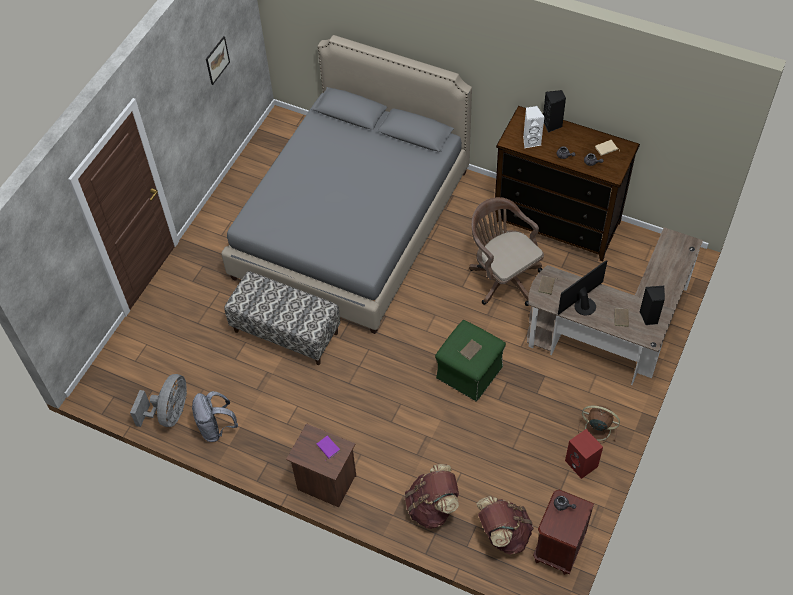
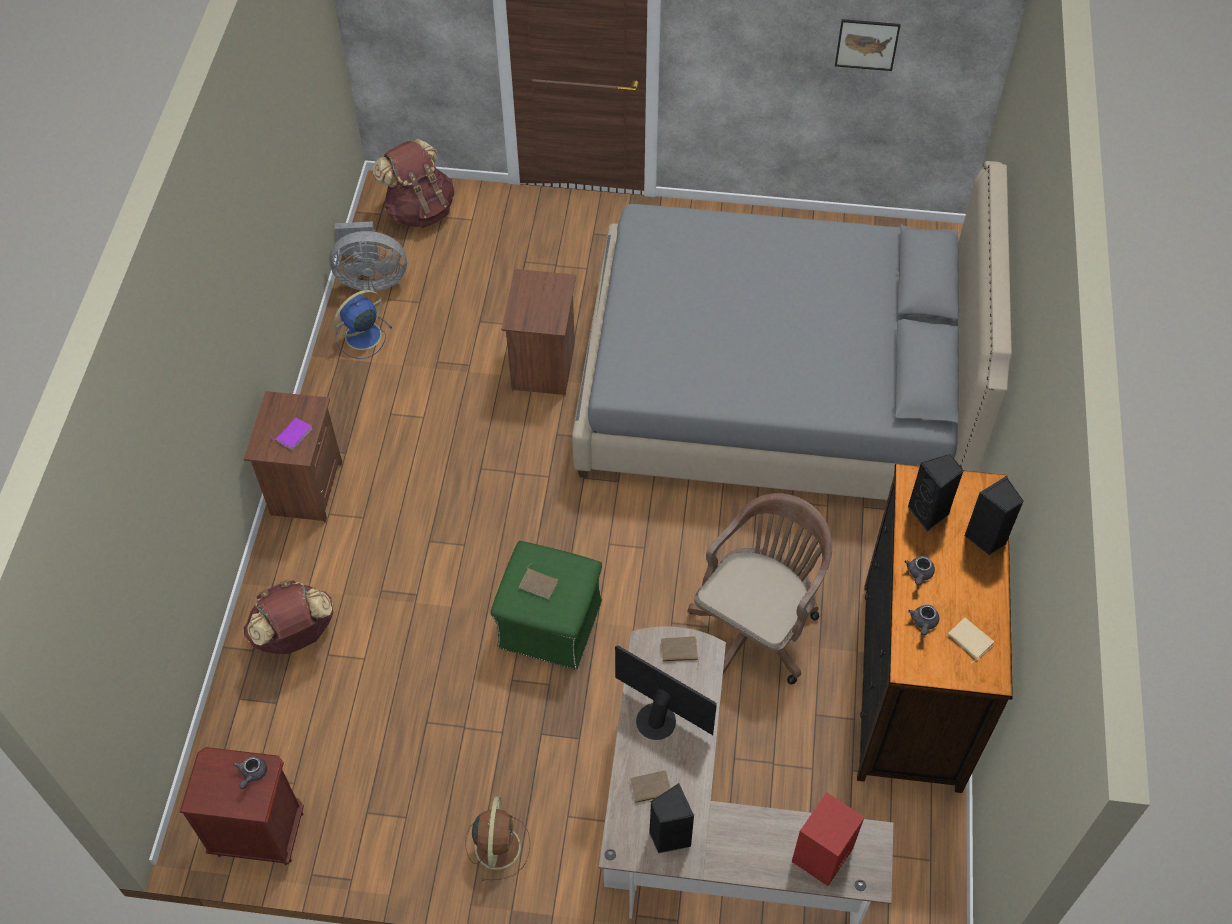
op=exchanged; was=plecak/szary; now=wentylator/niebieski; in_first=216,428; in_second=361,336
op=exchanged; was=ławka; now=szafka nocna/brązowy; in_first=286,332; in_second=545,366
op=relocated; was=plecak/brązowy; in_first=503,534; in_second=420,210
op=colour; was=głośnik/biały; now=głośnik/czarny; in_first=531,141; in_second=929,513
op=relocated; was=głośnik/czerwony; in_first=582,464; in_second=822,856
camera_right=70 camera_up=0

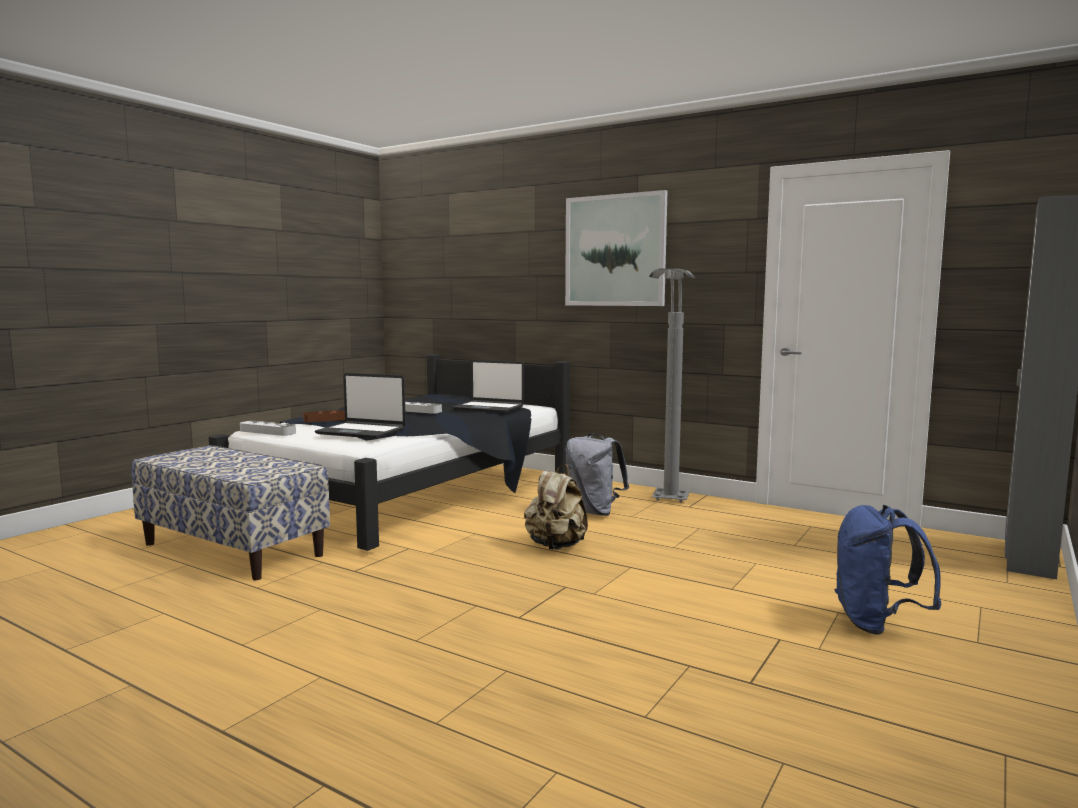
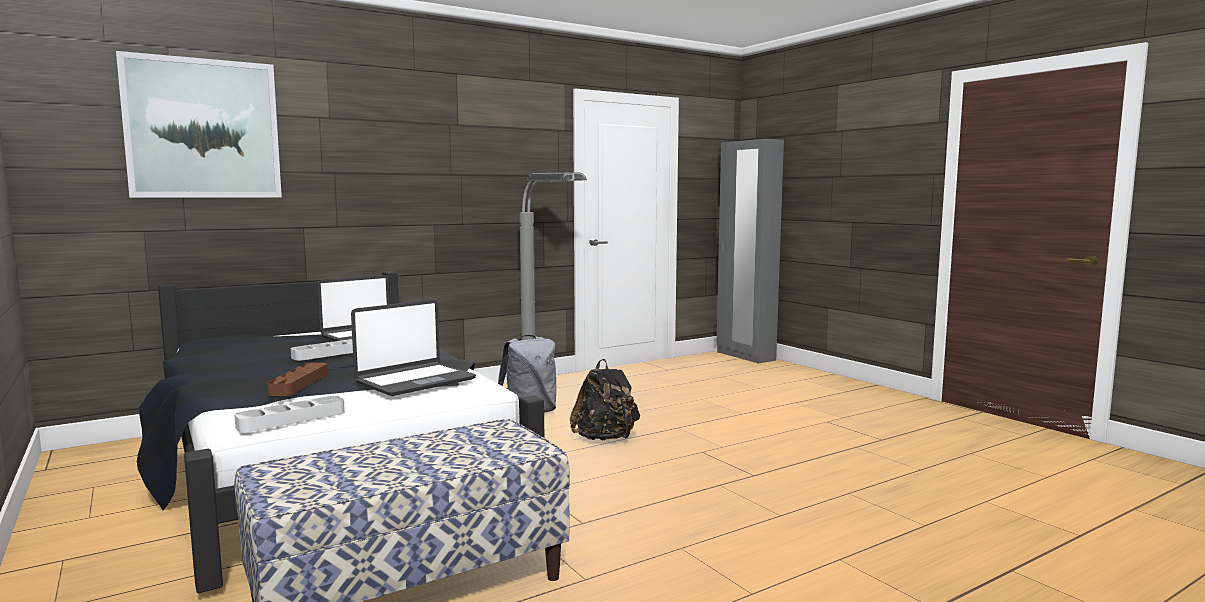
op=colour; was=plecak/beżowy; now=plecak/czarny; in_first=556,546; in_second=605,439
op=relocated; was=obraz; in_first=615,250; in_second=203,129
op=missing; was=plecak/niebieski; in_first=876,624
camera_right=-65 camera_up=0

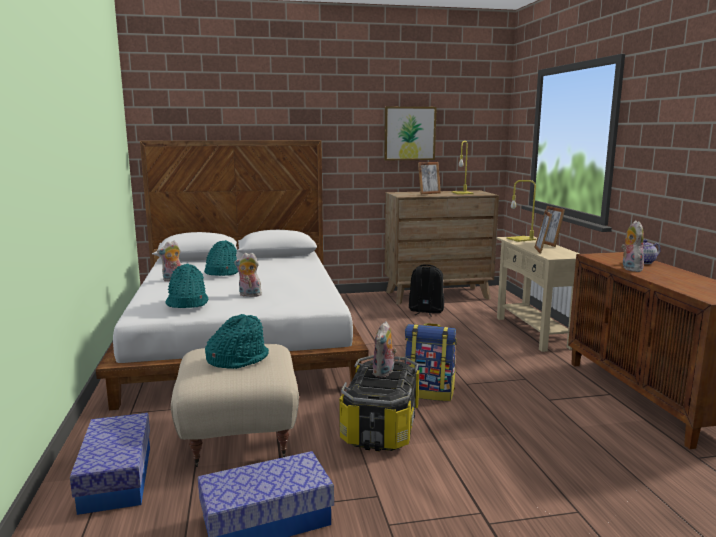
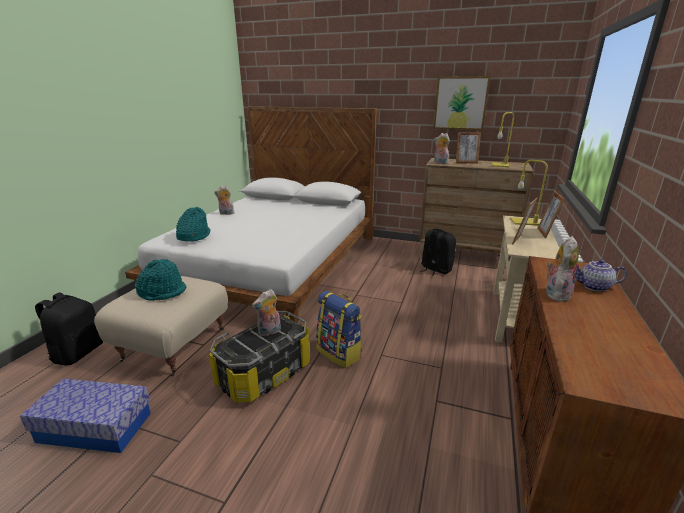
op=exchanged; was=pojemnik do przechowywania; now=plecak/czarny; in_first=116,478; in_second=78,352
op=missing; was=kapelusz/turkusowy; in_first=221,272
op=relocated; was=pluszak; in_first=249,295; in_second=440,163
camera_right=30 camera_up=10

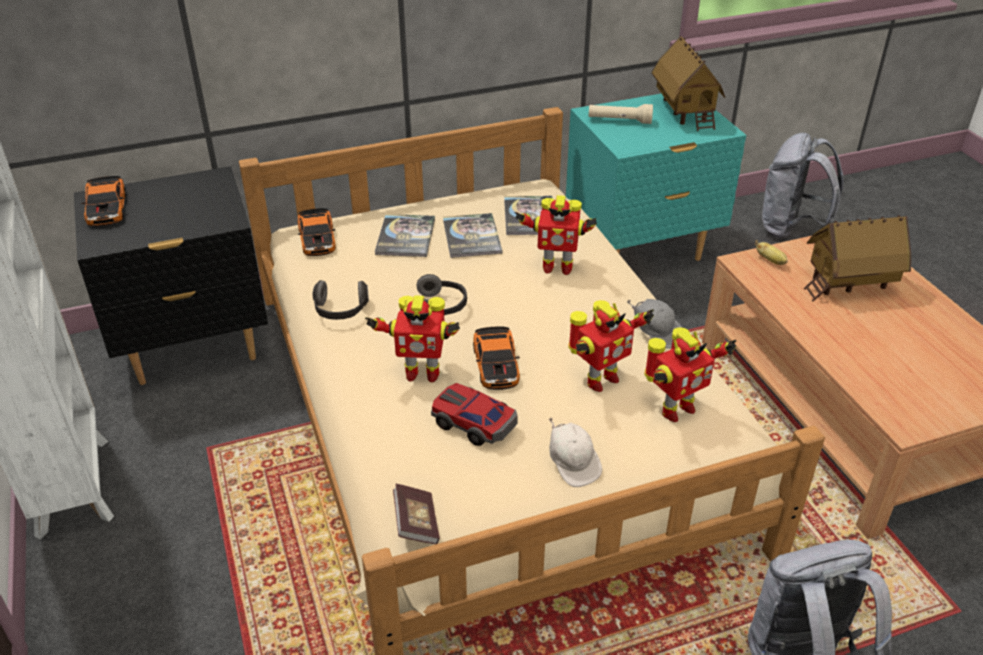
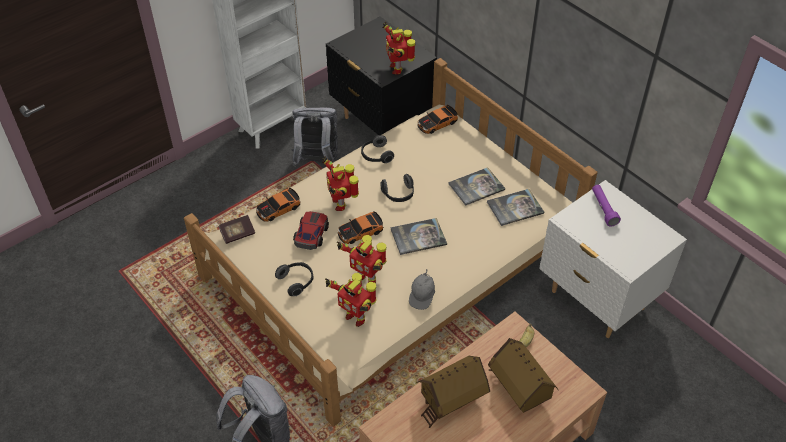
op=relocated; was=samochodzik; in_first=107,208; in_second=278,208
op=relocated; was=książka; in_first=405,236; in_second=418,237
op=relocated; was=robot zabawkowy; in_first=556,267; in_second=397,68
op=exchanged; was=czapka z daszkiem/biały; now=słuchawki; in_first=573,464; in_second=297,281
op=colour; was=szafka nocna/turkusowy; now=szafka nocna/biały; in_first=641,251; in_second=597,300
op=colour; was=latarka/beżowy; now=latarka/fioletowy; in_first=619,121; in_second=603,209
op=relocated; was=domek; in_first=684,112; in_second=451,400
op=relocated; was=plecak/szary; in_first=790,228; in_second=317,162
camera_right=70 camera_up=10

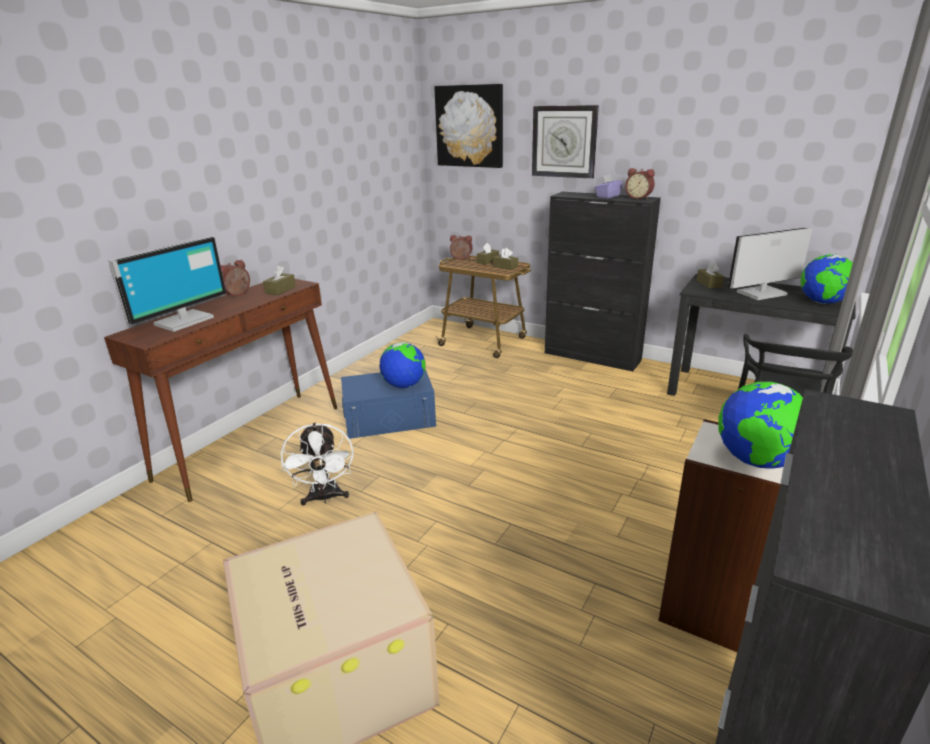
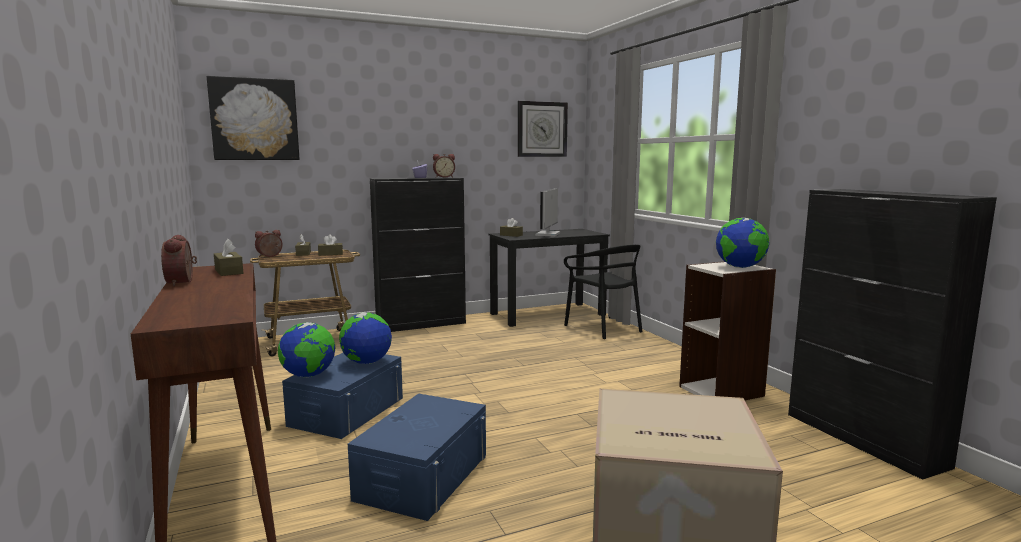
op=missing; was=monitor; in_first=183,321
op=exchanged; was=wentylator/biały; now=pojemnik do przechowywania/niebieski; in_first=325,498; in_second=423,476
op=relocated; was=zegar ścienny; in_first=564,141; in_second=542,129
op=relocated; was=globus; in_first=822,302; in_second=308,375
camera_right=-55 camera_up=-15

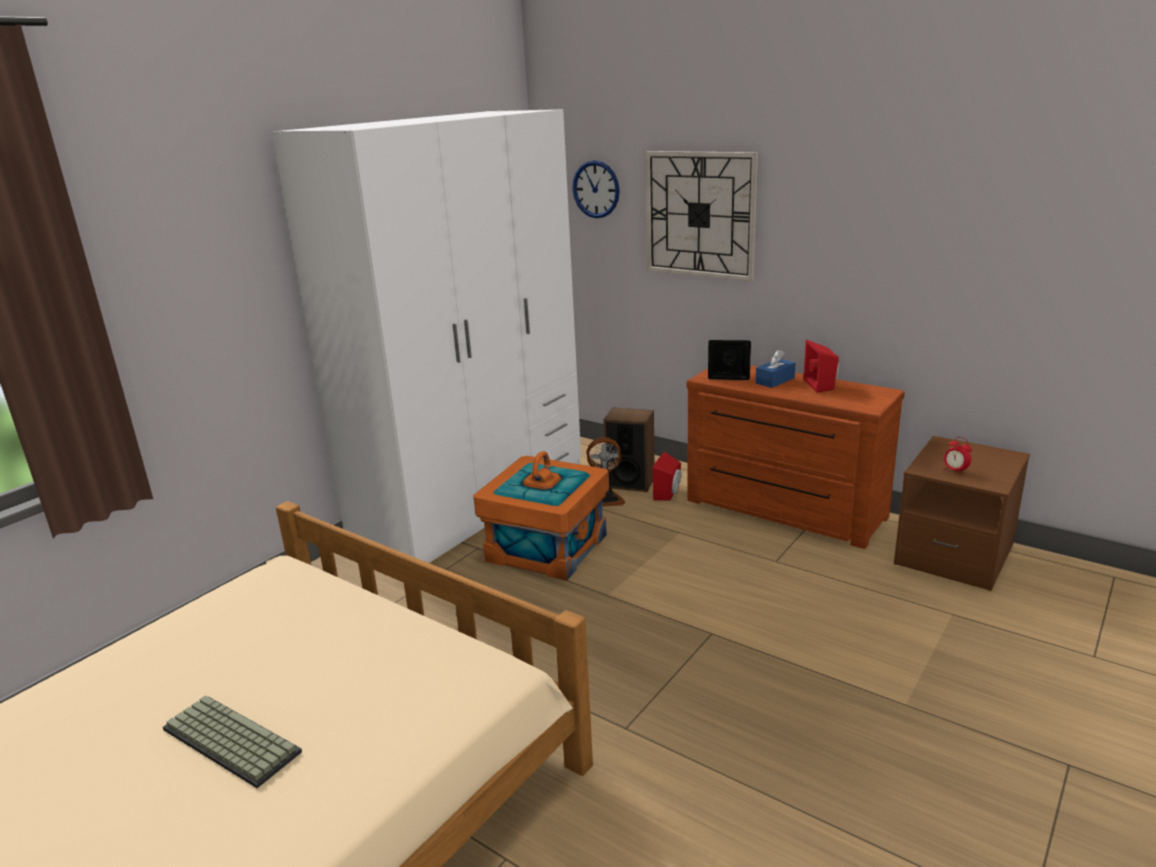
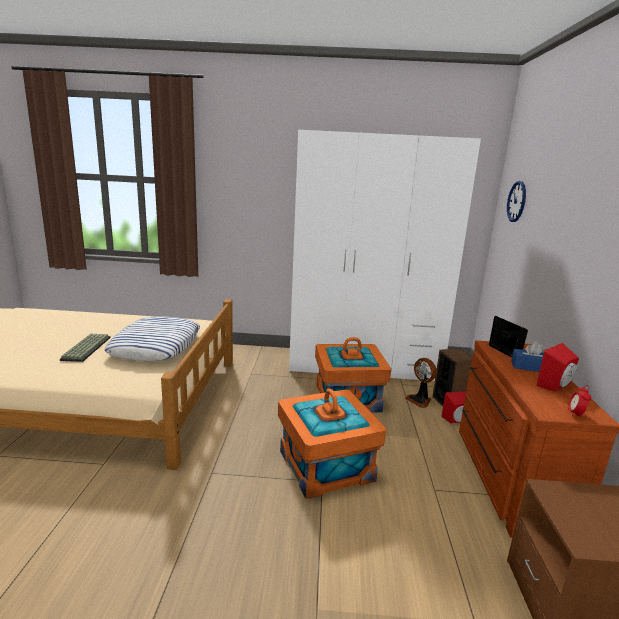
op=missing; was=zegar ścienny; in_first=700,214
op=relocated; was=budzik; in_first=955,471; in_second=575,414
op=appeared; now=poduszka; in_second=156,345
op=appeared; now=pojemnik do przechowywania/pomarańczowy; in_second=326,465
camera_right=55 camera_up=-5

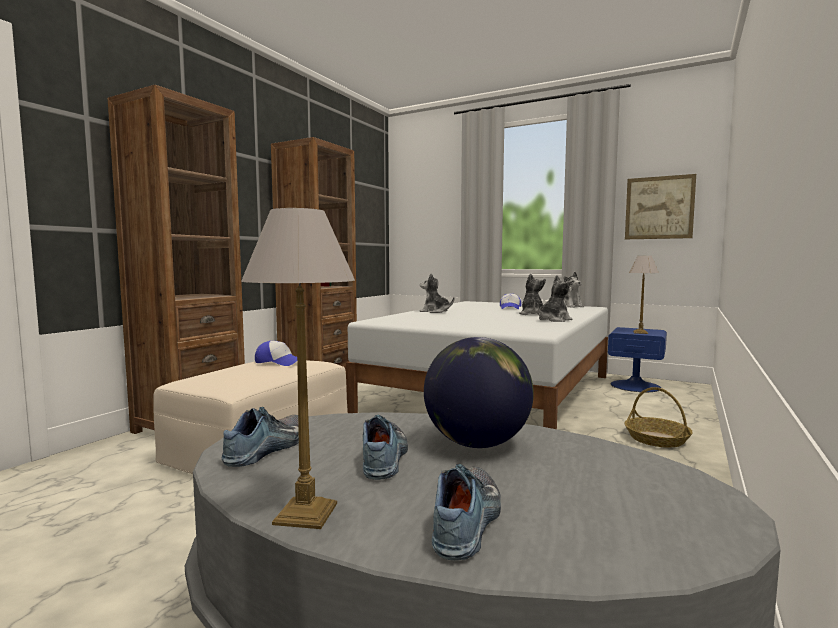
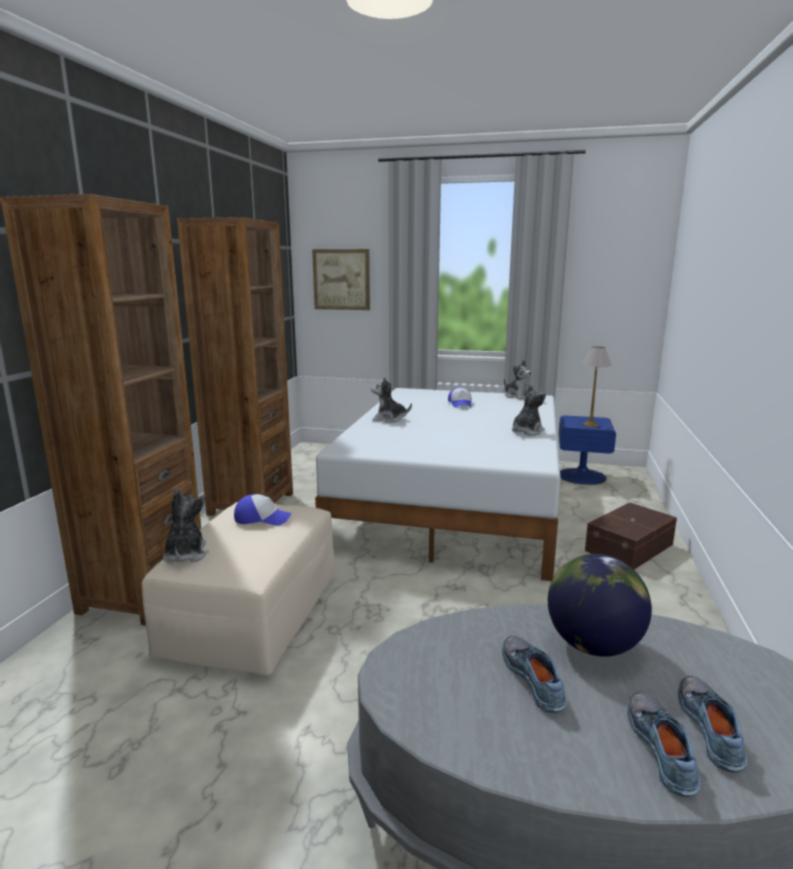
op=relocated; was=but; in_first=269,448; in_second=712,729
op=missing; was=lampa stołowa; in_first=304,514
op=relocated; was=pluszak; in_first=532,314; in_second=186,555
op=exchanged; was=koszyk; now=pojemnik do przechowywania/brązowy; in_first=657,439; in_second=631,548
op=relocated; was=obraz; in_first=659,208; in_second=341,279
camera_right=-15 camera_up=10

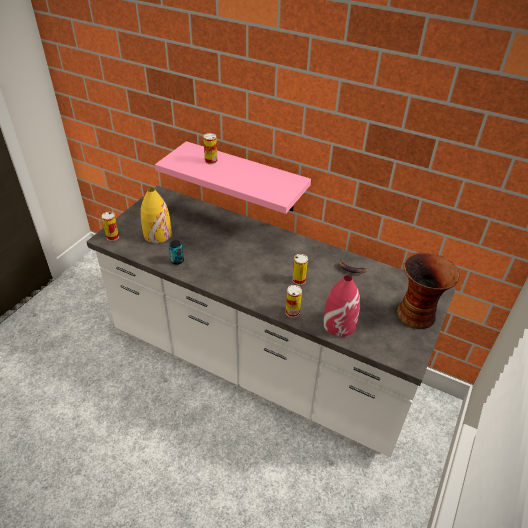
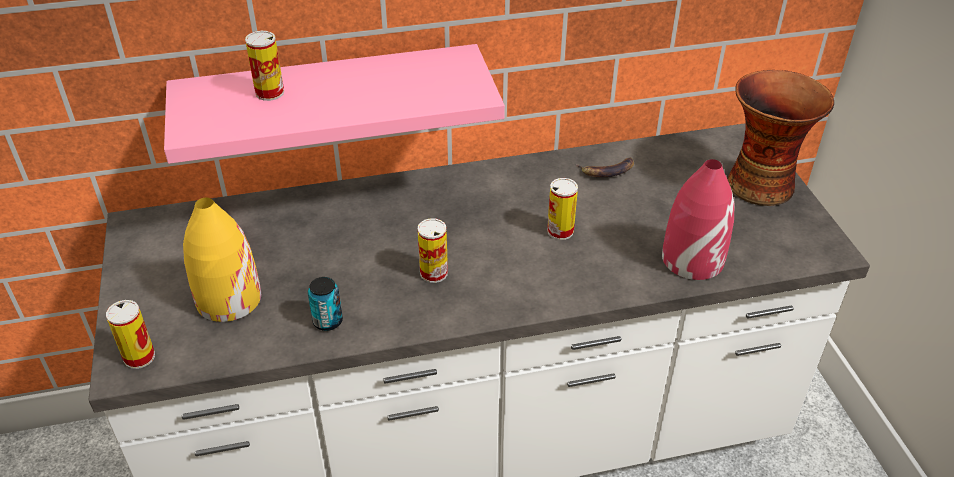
op=relocated; was=puszka; in_first=292,312; in_second=433,273
camera_right=-40 camera_up=0

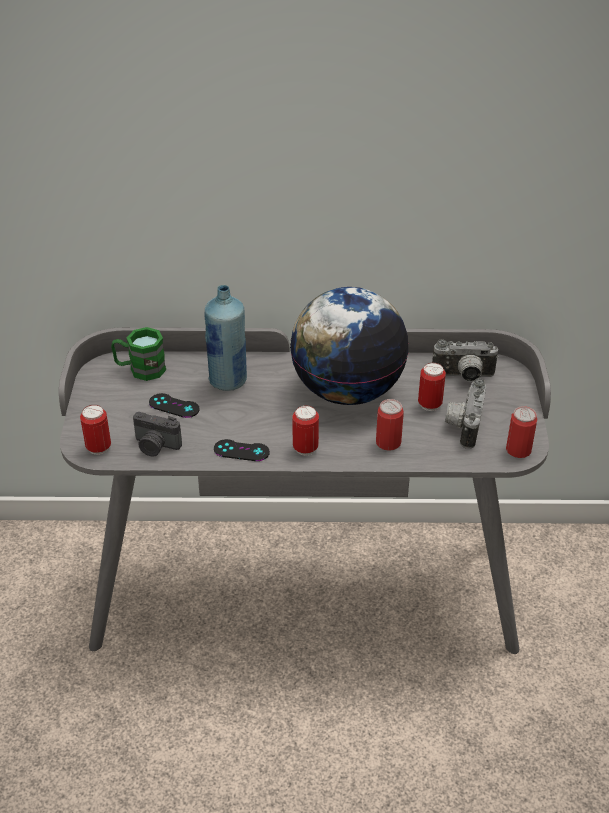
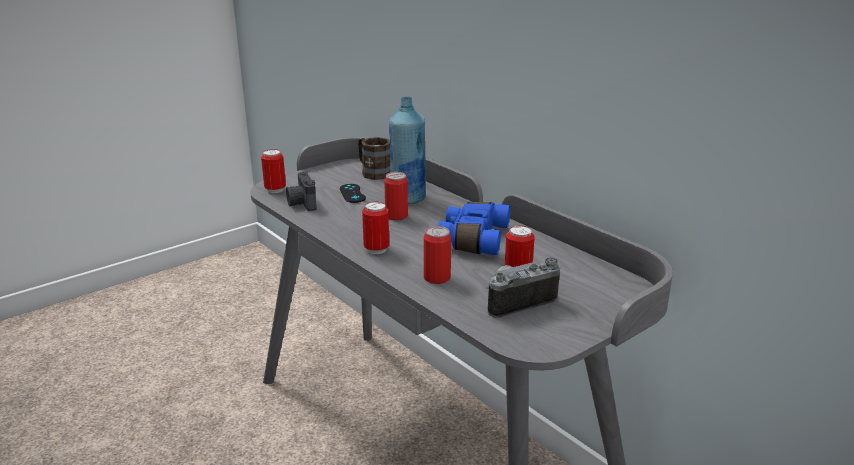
op=colour; was=kubek/zielony; now=kubek/brązowy; in_first=140,369; in_second=373,172
op=missing; was=pad do gier/czarny; in_first=241,450
op=exchanged; was=globus; now=lornetka/niebieski; in_first=347,391; in_second=472,239
op=missing; was=aparat fotograficzny; in_first=463,377
op=relocated; was=puszka; in_first=518,450; in_second=396,216
camera_right=50 camera_up=-15

